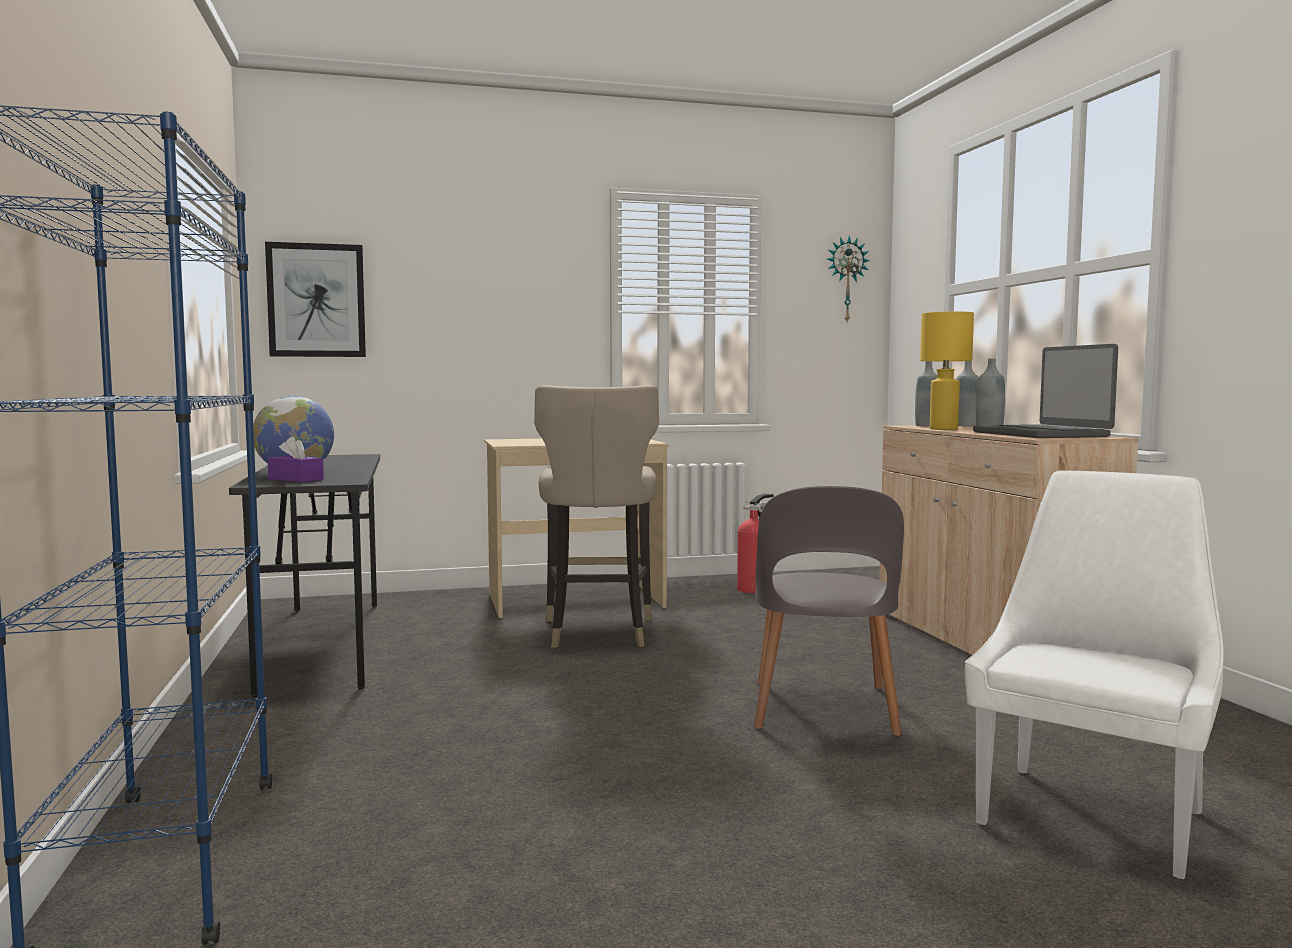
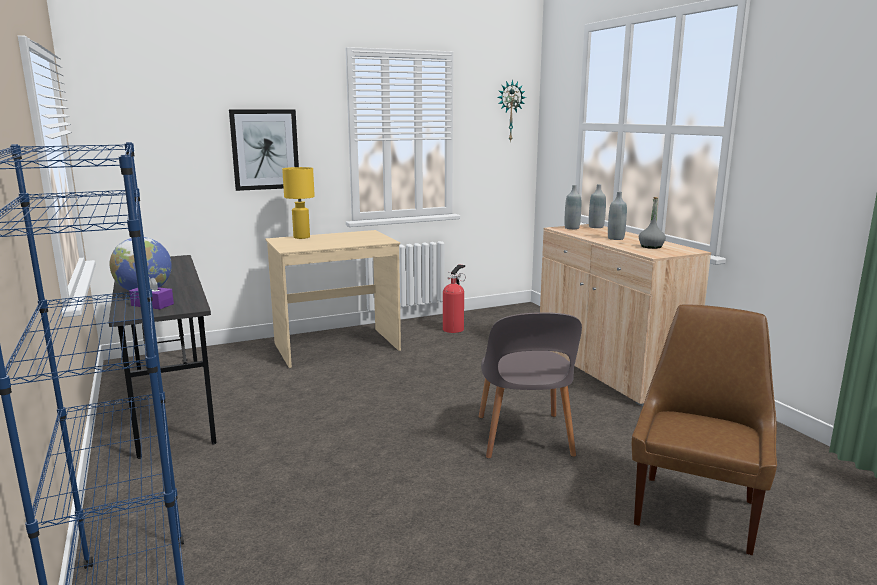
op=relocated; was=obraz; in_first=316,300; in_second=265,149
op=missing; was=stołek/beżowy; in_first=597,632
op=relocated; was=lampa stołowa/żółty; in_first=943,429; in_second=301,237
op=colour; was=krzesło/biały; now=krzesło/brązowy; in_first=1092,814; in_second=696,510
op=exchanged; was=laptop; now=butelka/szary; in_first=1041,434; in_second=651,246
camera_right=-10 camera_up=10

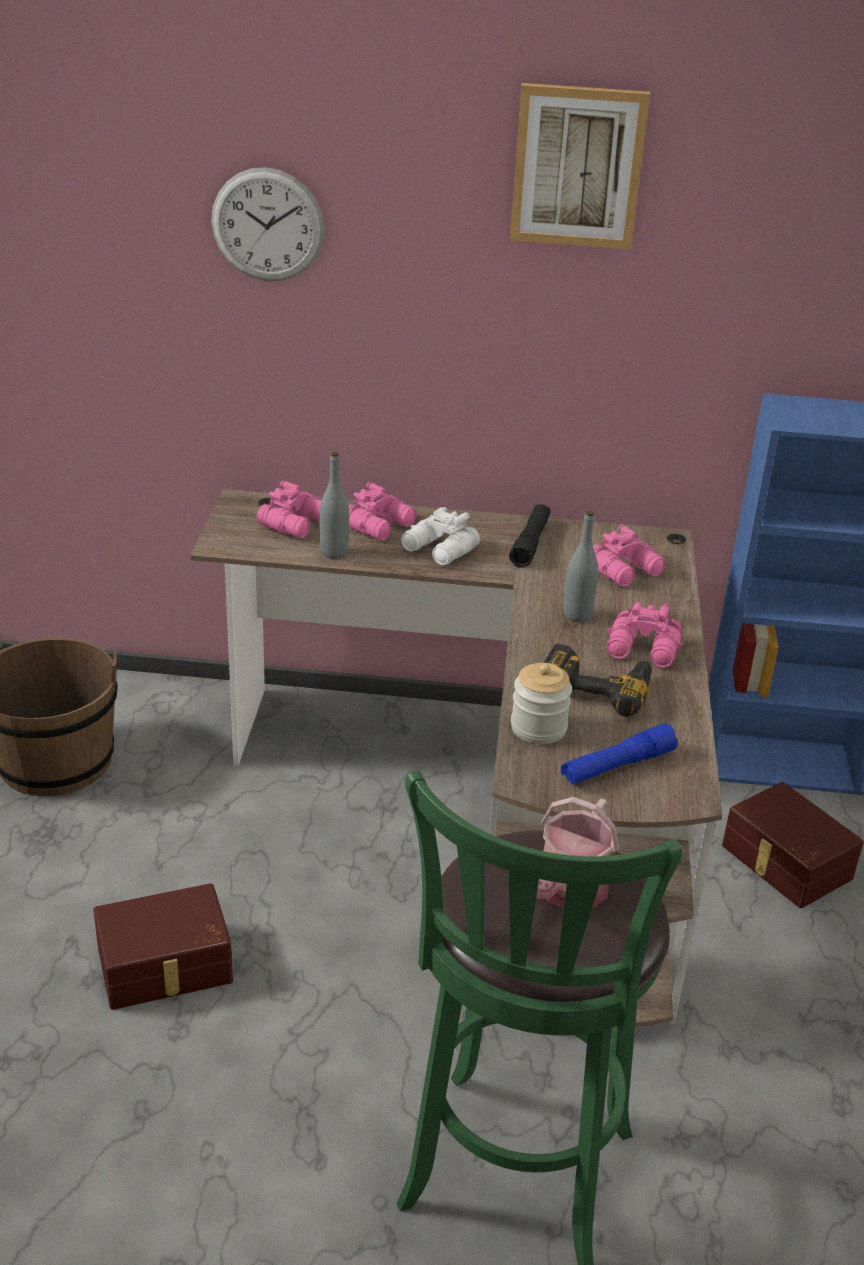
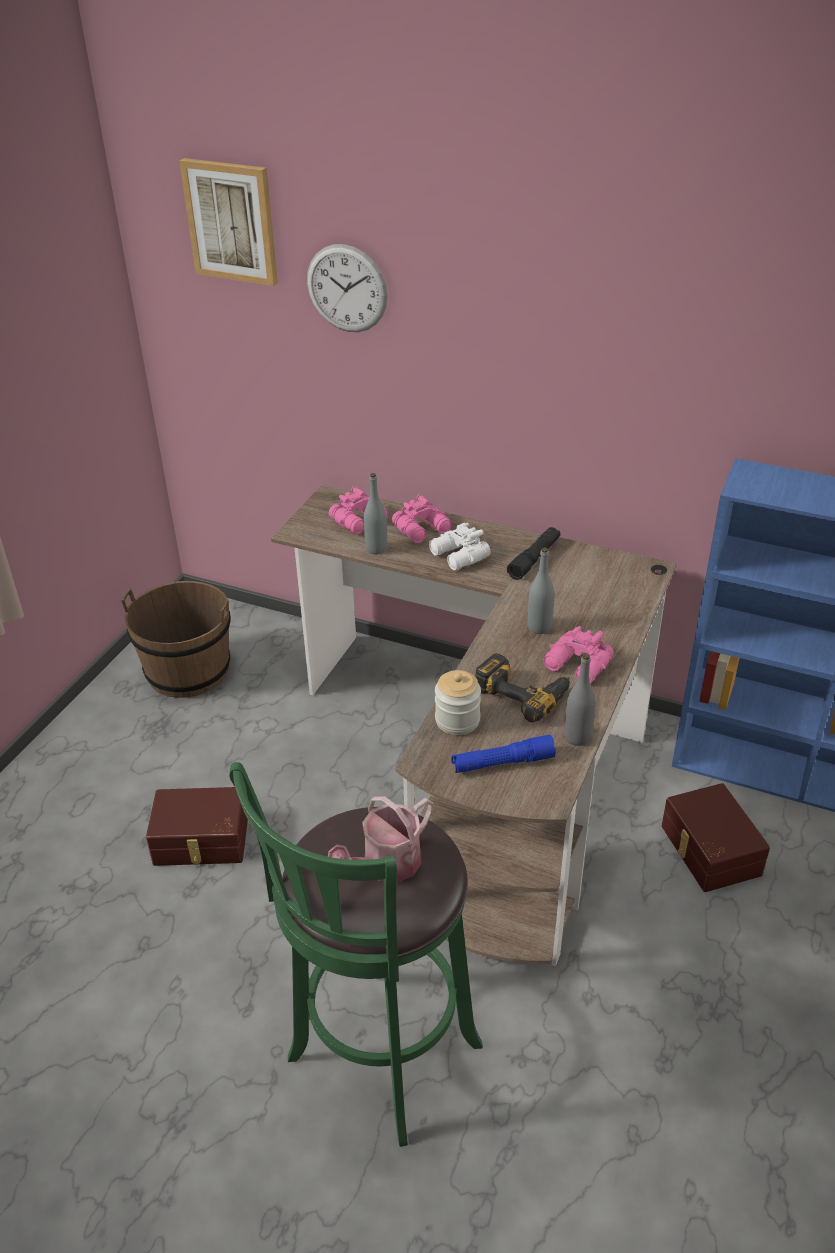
op=relocated; was=obraz; in_first=577,166; in_second=231,221
op=missing; was=lornetka/różowy; in_first=626,570
op=appeared; now=butelka/szary; in_second=577,737
camera_right=20 camera_up=5

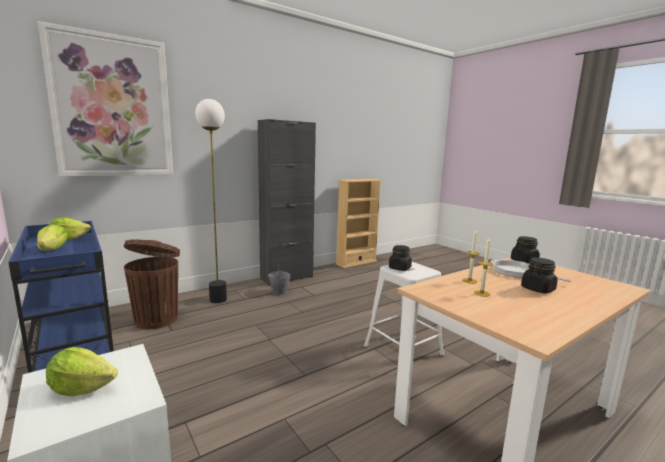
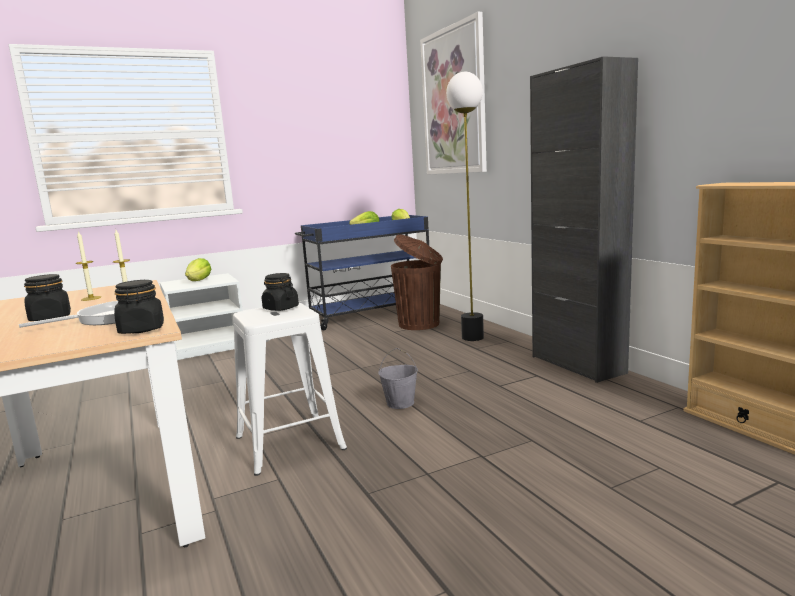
op=relocated; was=wiadro/szary; in_first=279,292; in_second=400,403
camera_right=100 camera_up=0

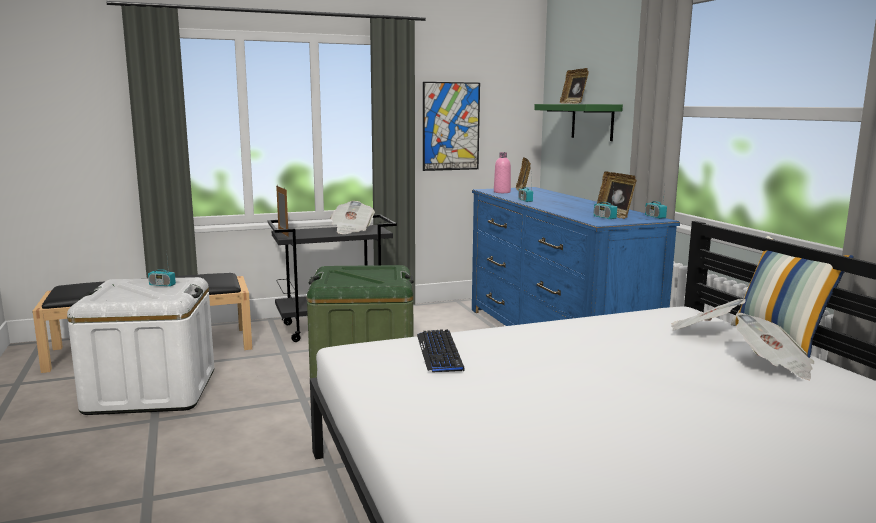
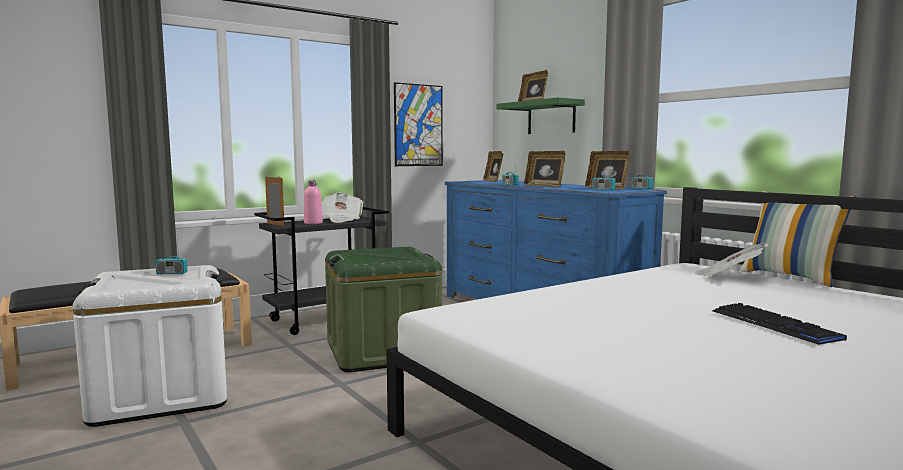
op=relocated; was=klawiatura; in_first=439,352; in_second=774,325
op=relocated; was=butelka/różowy; in_first=502,192; in_second=313,223
op=missing; was=gazeta; in_first=773,366
op=appeared; now=ramka na zdjęcie; in_second=544,186
camera_right=-15 camera_up=-5

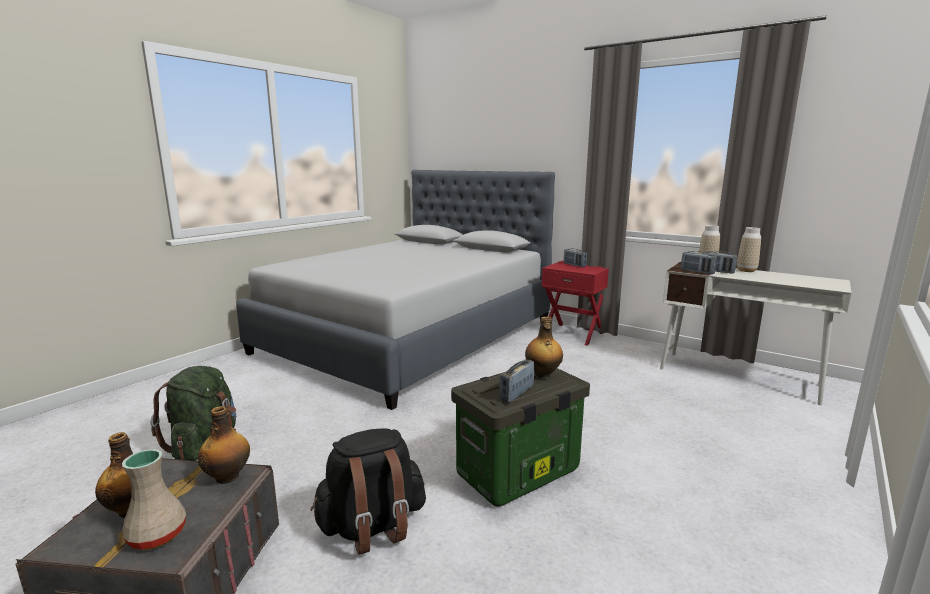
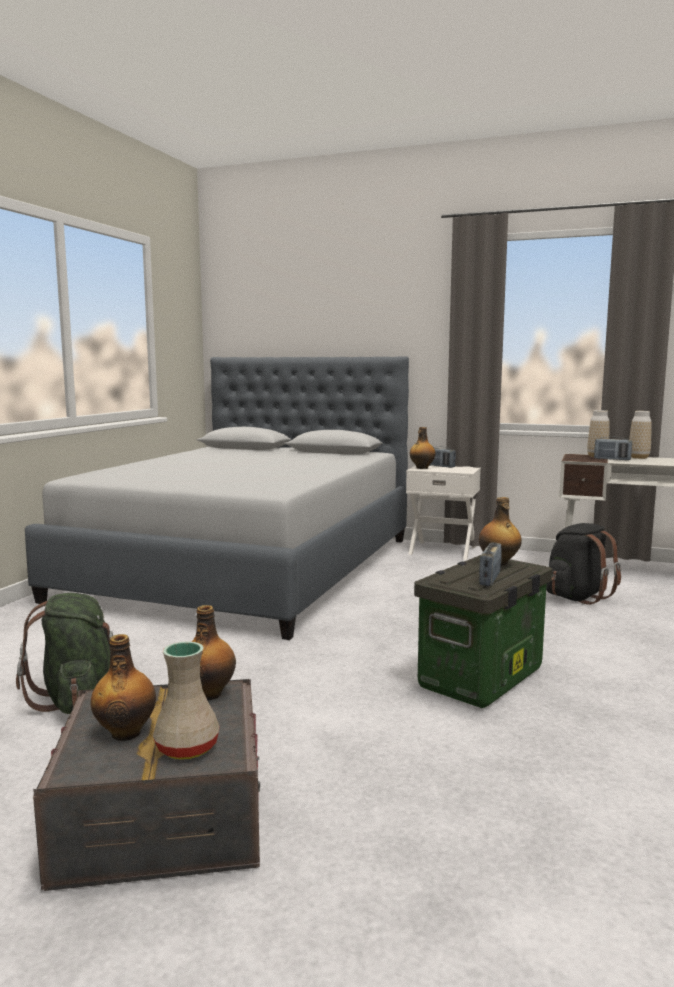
op=relocated; was=plecak/czarny; in_first=372,526; in_second=577,597
op=colour; was=szafka nocna/czerwony; now=szafka nocna/biały; in_first=573,334; in_second=443,550
op=missing; was=radio; in_first=697,272
op=appeared; now=butelka; in_second=421,468
camera_right=-15 camera_up=-5

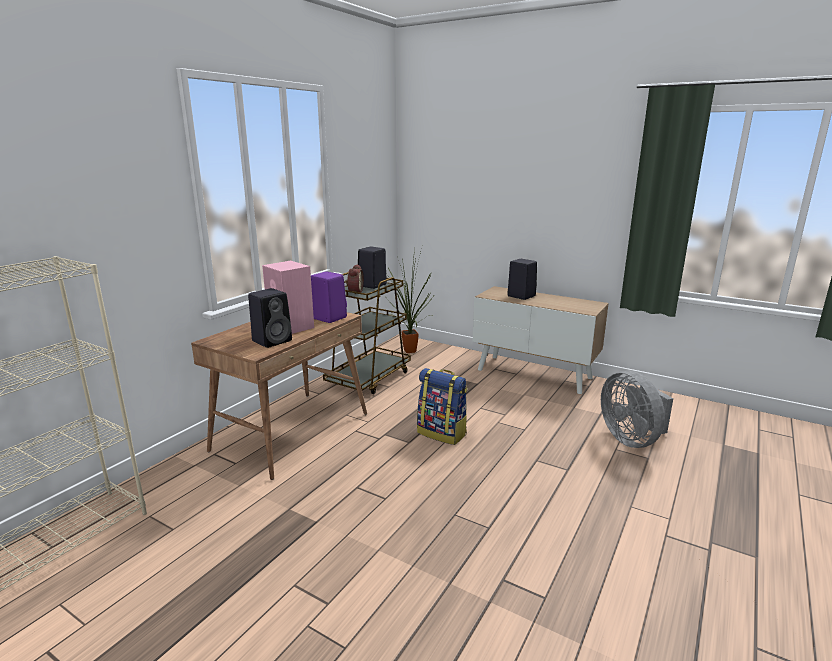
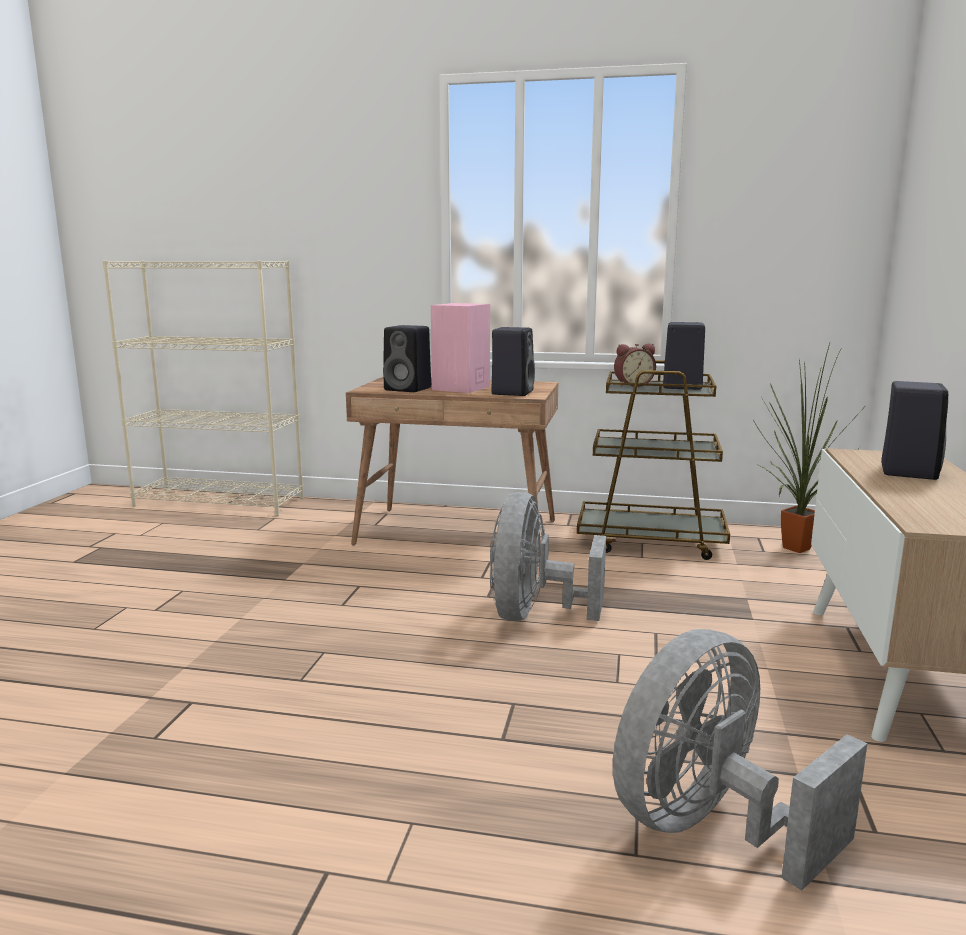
op=colour; was=głośnik/fioletowy; now=głośnik/czarny; in_first=328,318; in_second=512,392
op=exchanged; was=plecak; now=wentylator/szary; in_first=442,433; in_second=534,614
camera_right=70 camera_up=-5

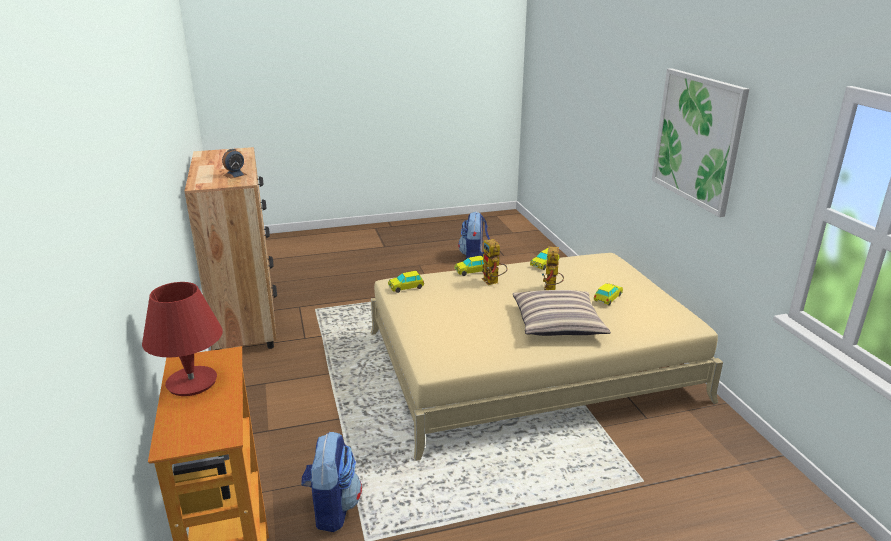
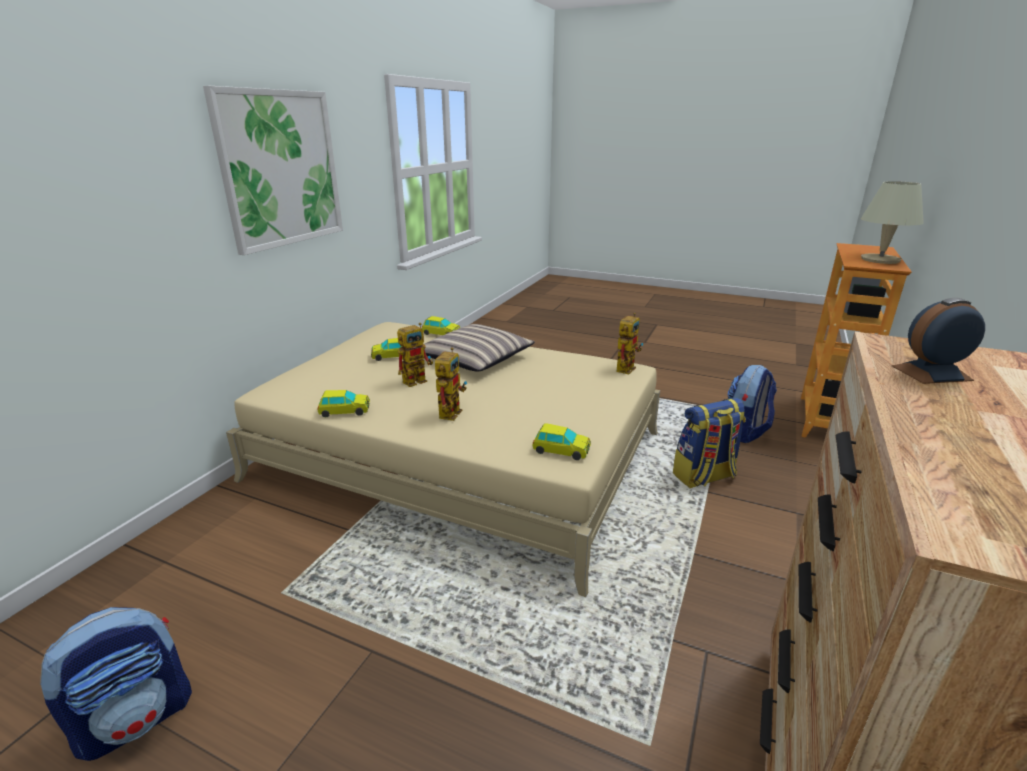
op=colour; was=lampa stołowa/czerwony; now=lampa stołowa/beżowy; in_first=191,382; in_second=880,260
op=relocated; was=samochodzik; in_first=471,271; in_second=441,334
op=appeared; now=robot zabawkowy; in_second=625,367
op=appeared; now=plecak; in_second=704,477
camera_right=-140 camera_up=0

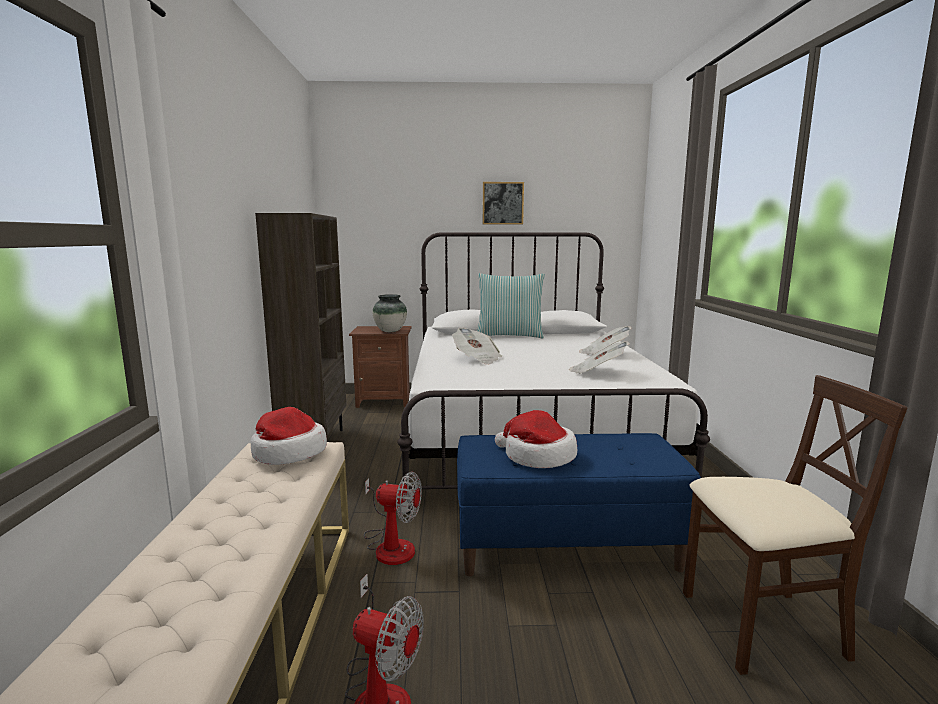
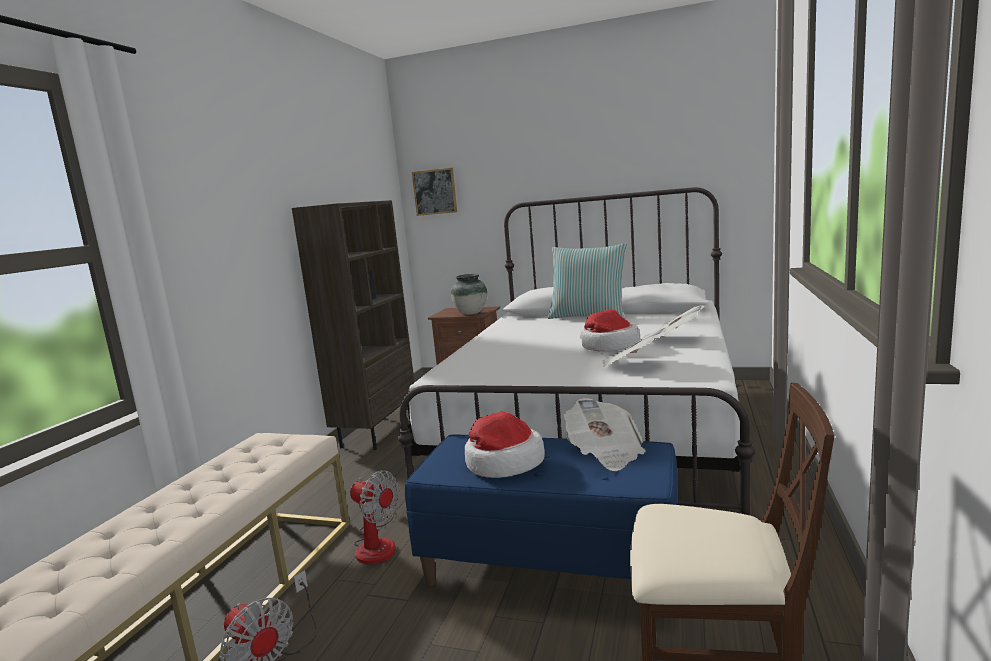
op=relocated; was=kapelusz; in_first=288,453; in_second=609,346
op=relocated; was=gazeta; in_first=477,359; in_second=604,453
op=relocated; was=obraz; in_first=503,203; in_second=435,192
camera_right=20 camera_up=0

